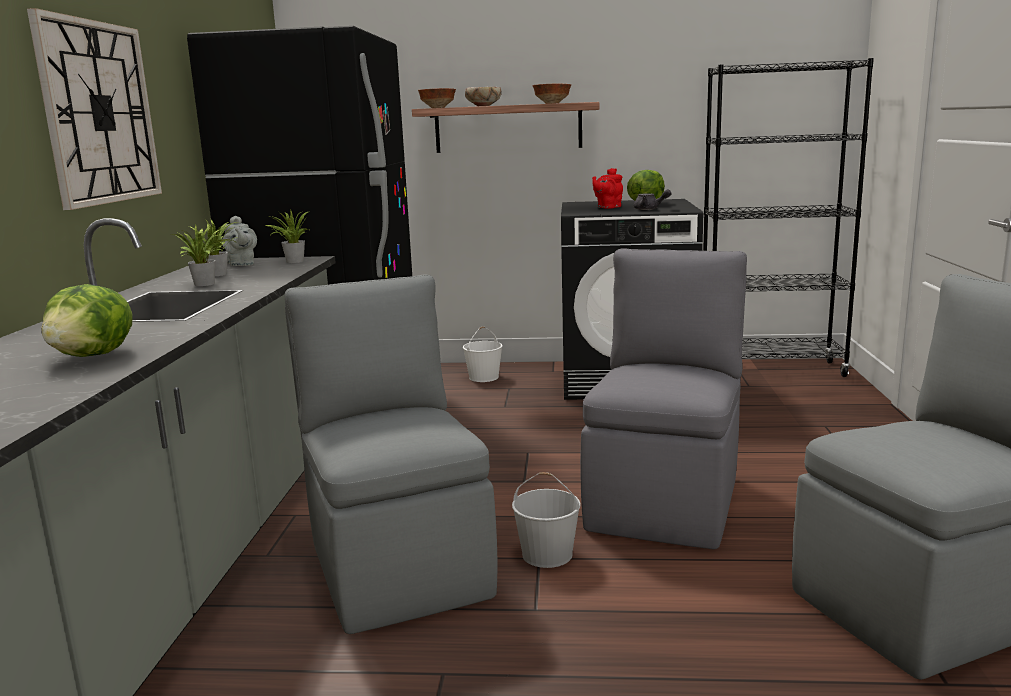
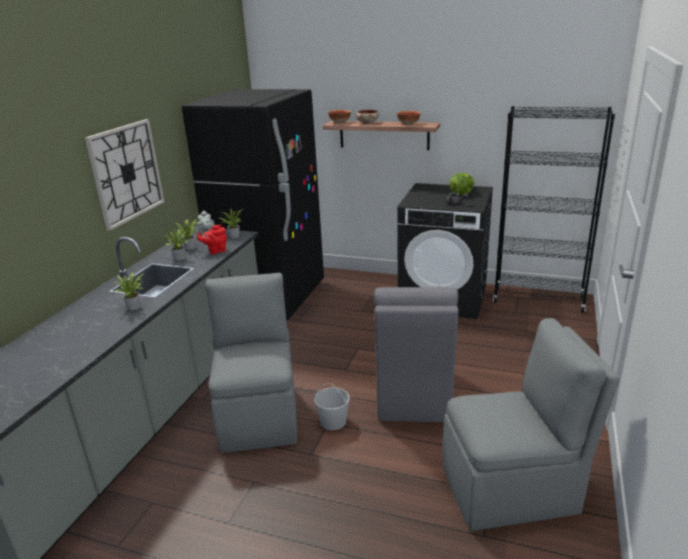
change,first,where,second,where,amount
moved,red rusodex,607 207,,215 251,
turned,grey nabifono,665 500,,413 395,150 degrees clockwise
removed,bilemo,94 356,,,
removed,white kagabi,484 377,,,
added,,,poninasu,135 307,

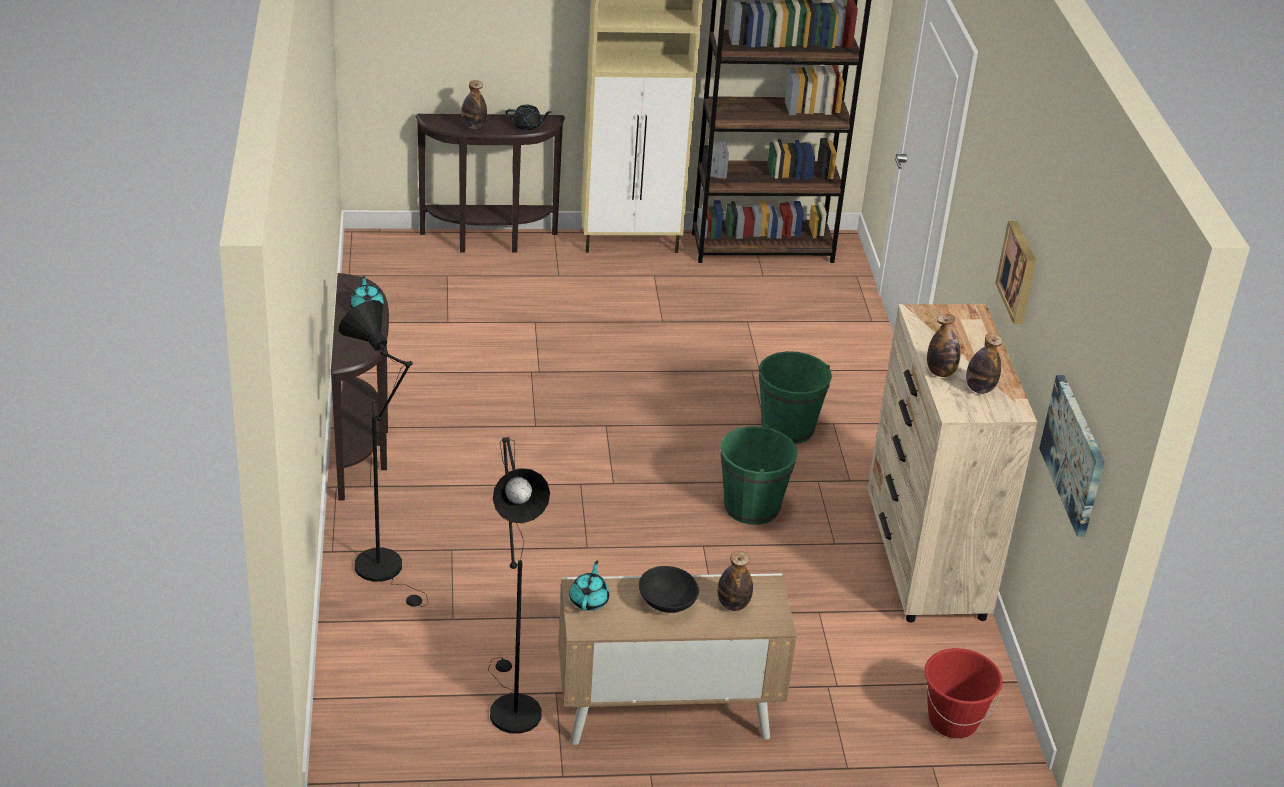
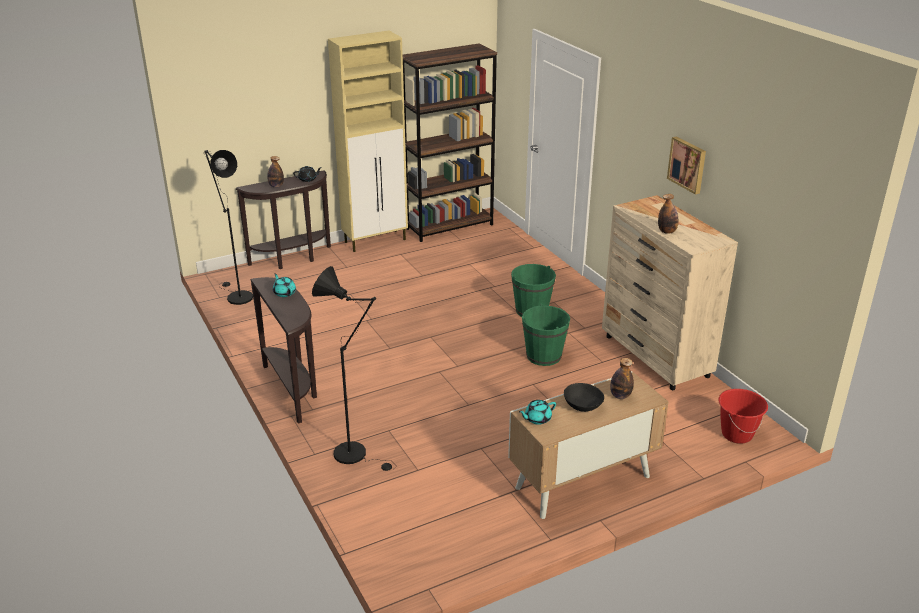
change,first,where,second,where,amount
removed,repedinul,979 389,,,
removed,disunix,1074 454,,,
moved,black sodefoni,511 707,,237 296,
turned,turquoise rusodex,589 600,,537 419,105 degrees counterclockwise

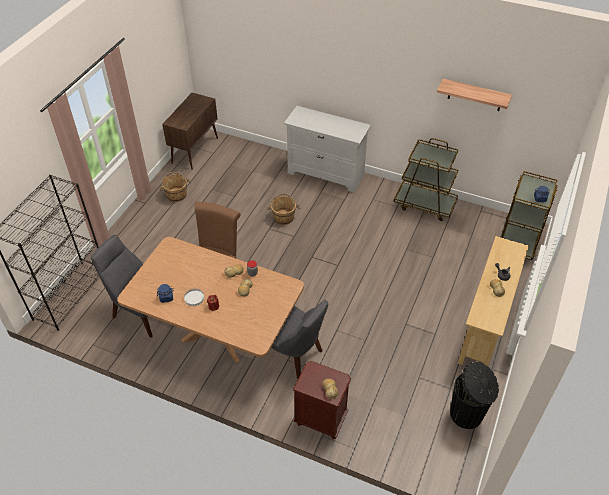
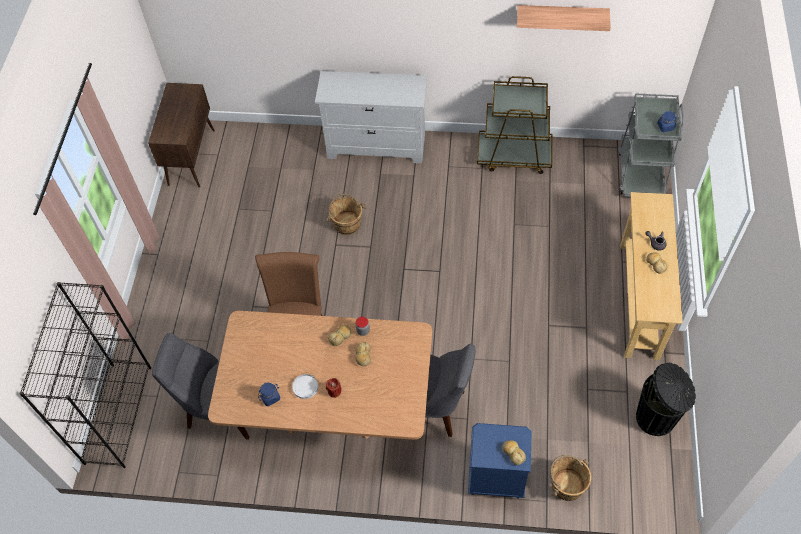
change,first,where,second,where,amount
recoloured,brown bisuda,519 239,grey bisuda,641 173,
moved,brown kagabi,176 194,,567 484,
recoloured,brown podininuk,321 419,blue podininuk,496 478,

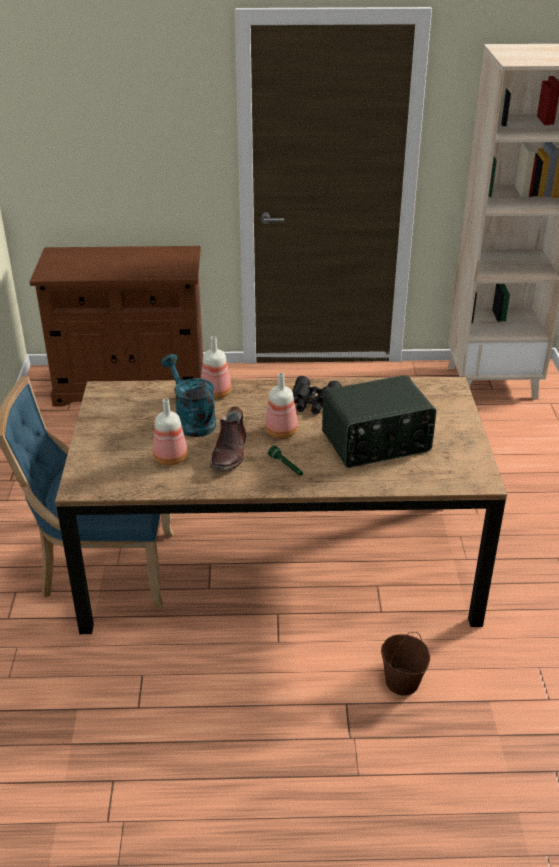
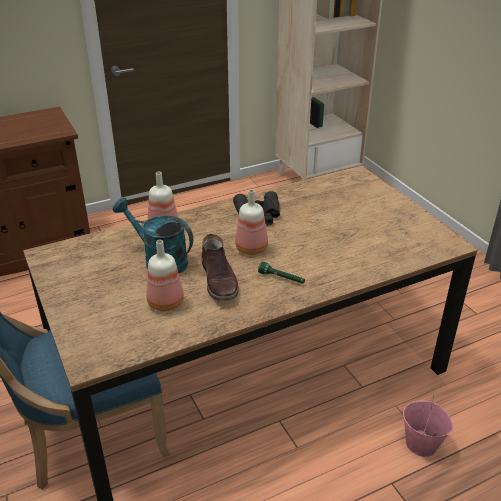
change,first,where,second,where,amount
removed,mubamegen,376 443,,,
recoloured,brown kagabi,402 682,pink kagabi,422 444,

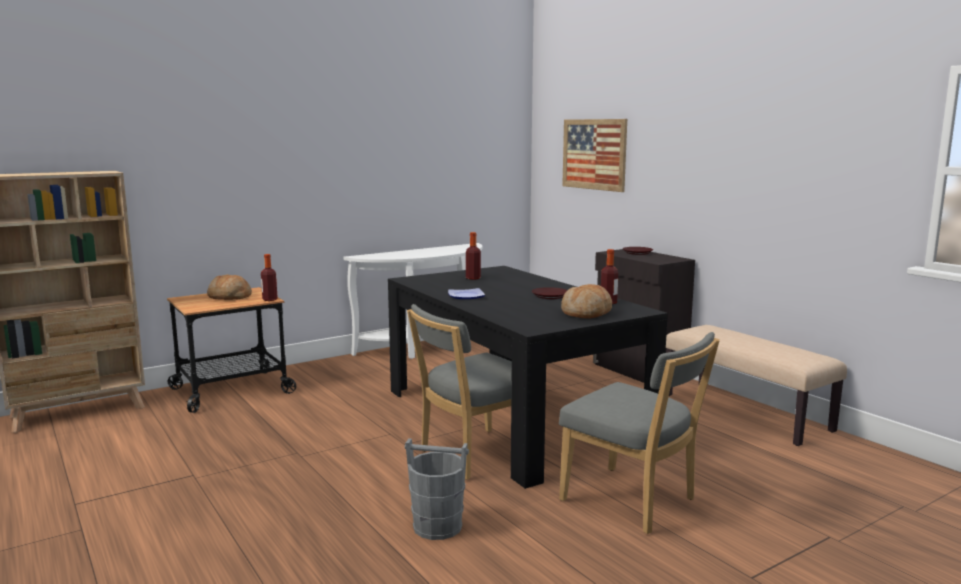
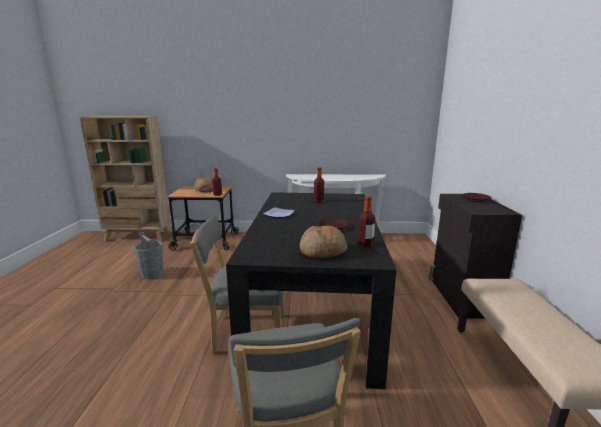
change,first,where,second,where,amount
removed,disunix,594 154,,,
moved,grey kagabi,437 526,,152 273,

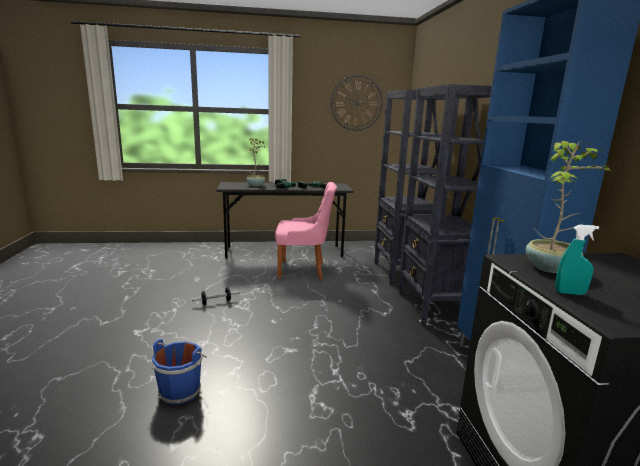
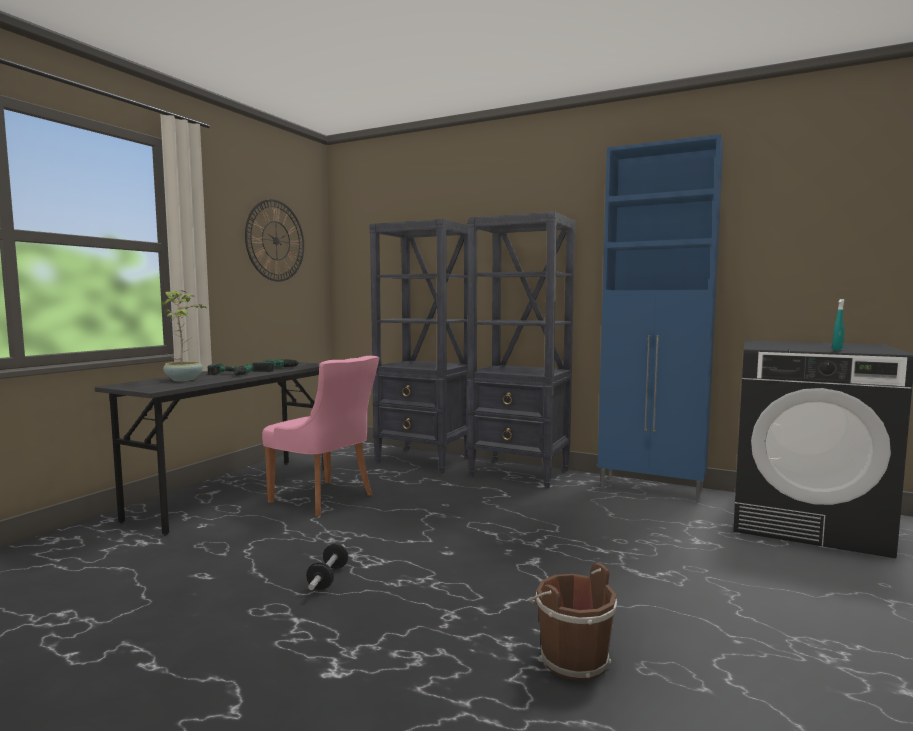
change,first,where,second,where,amount
removed,poninasu,551 268,,,
turned,pink nabifono,303 270,,325 499,90 degrees clockwise
recoloured,blue kagabi,181 390,brown kagabi,571 658,

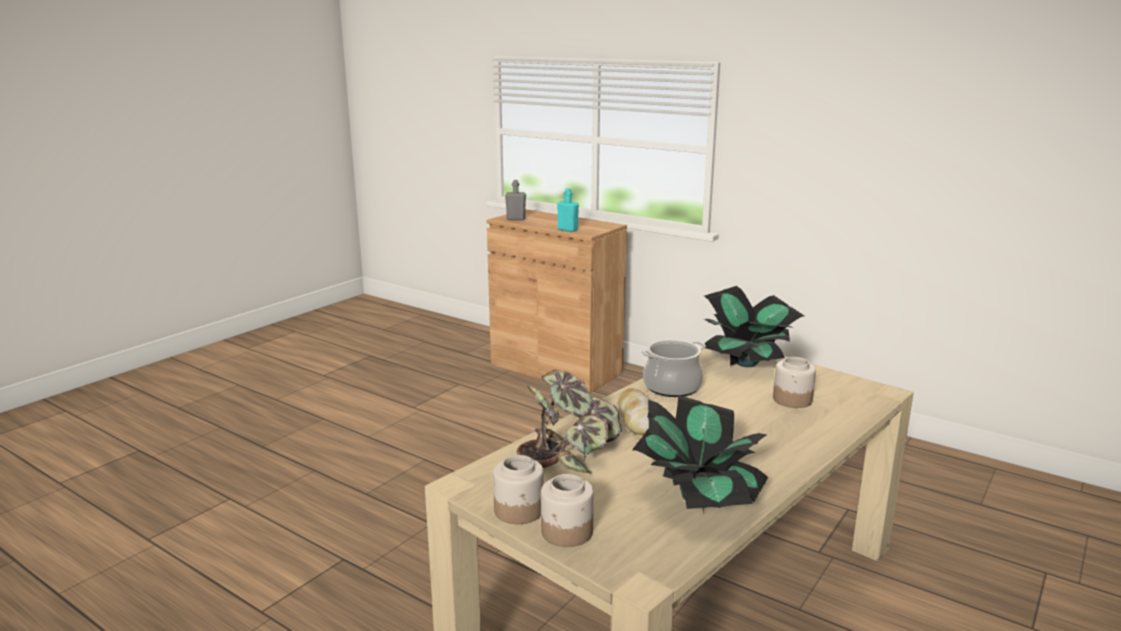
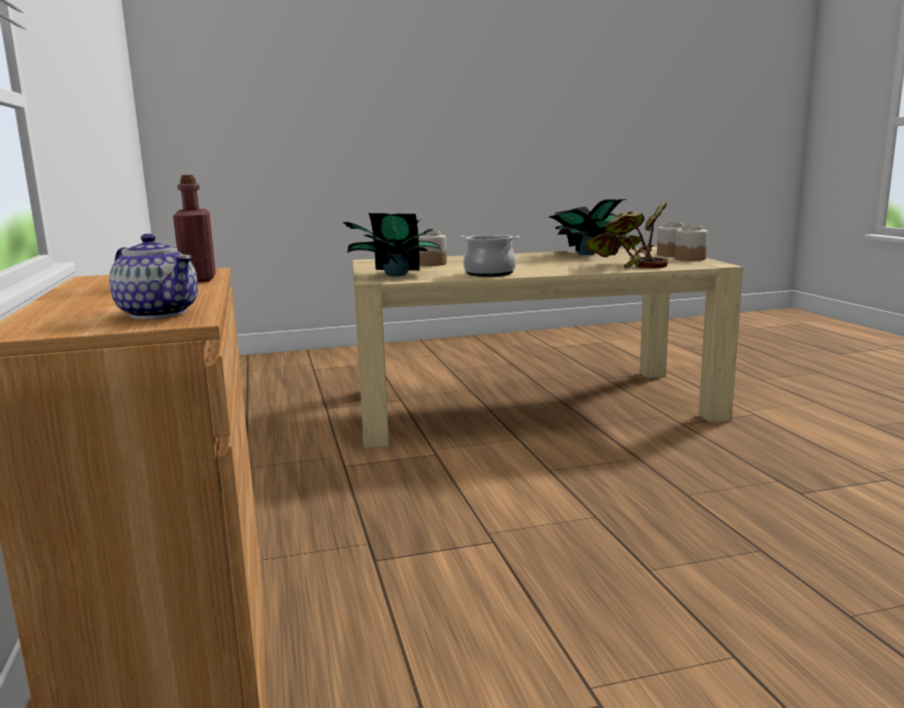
change,first,where,second,where,amount
replaced,grey repedinul,516 219,rusodex,158 313,
recoloured,turquoise repedinul,567 229,red repedinul,199 279,
removed,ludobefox,636 418,,,

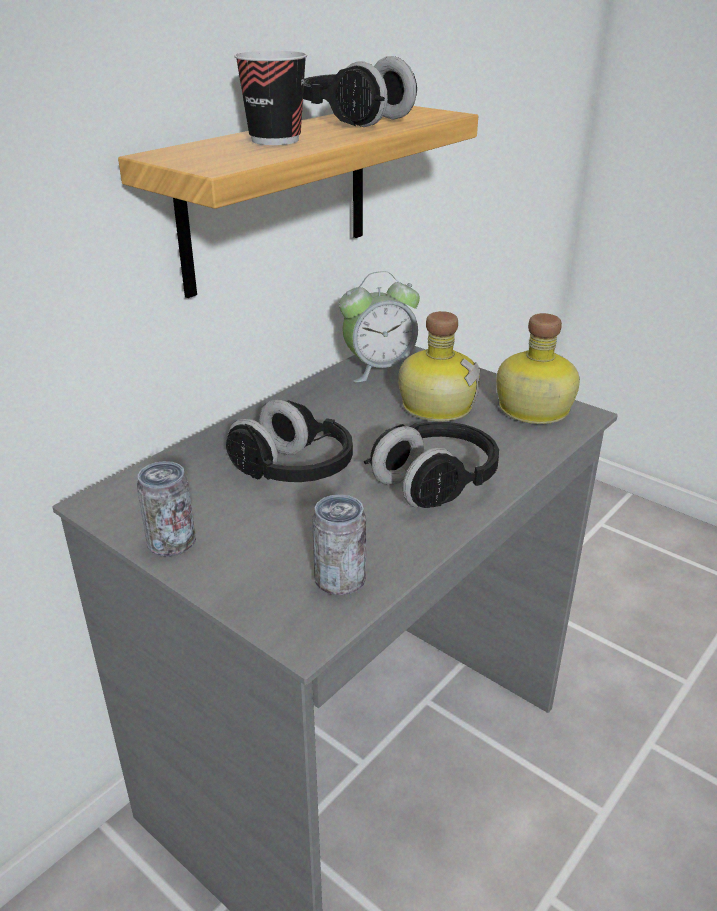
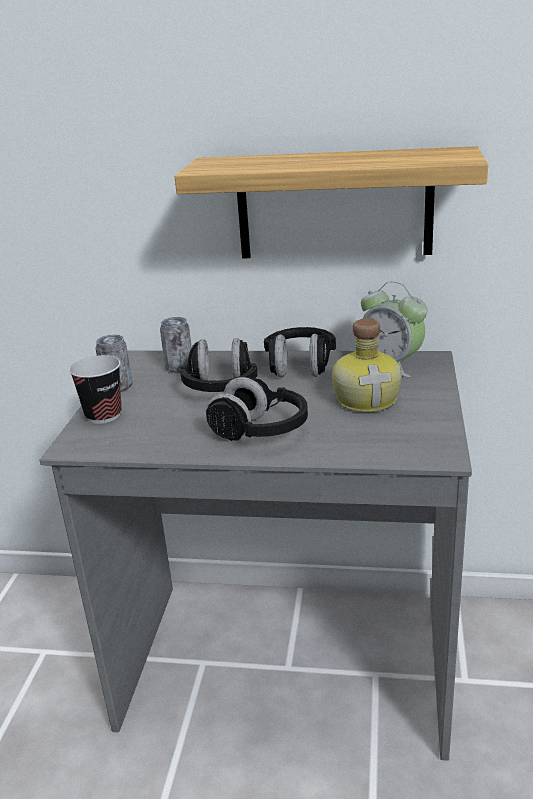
change,first,where,second,where,amount
moved,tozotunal,275 140,,103 415,
moved,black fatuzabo,355 120,,299 366,
removed,repedinul,531 409,,,
moved,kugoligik,340 580,,179 367,

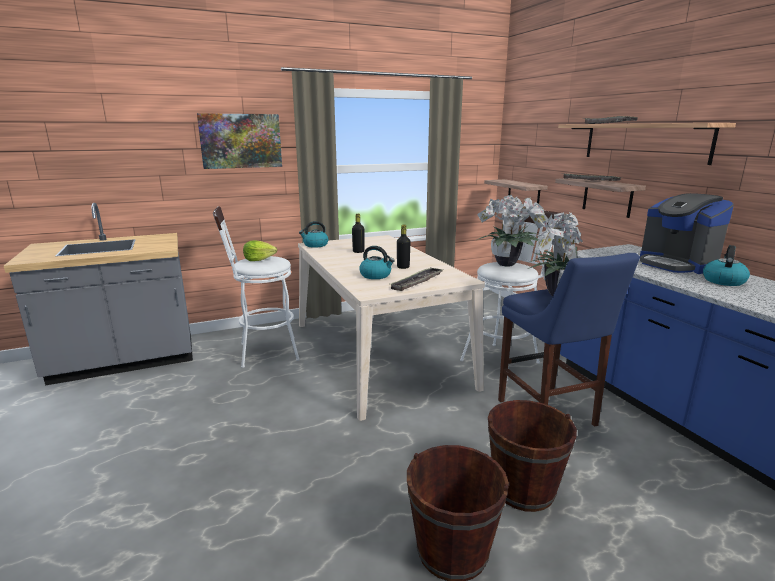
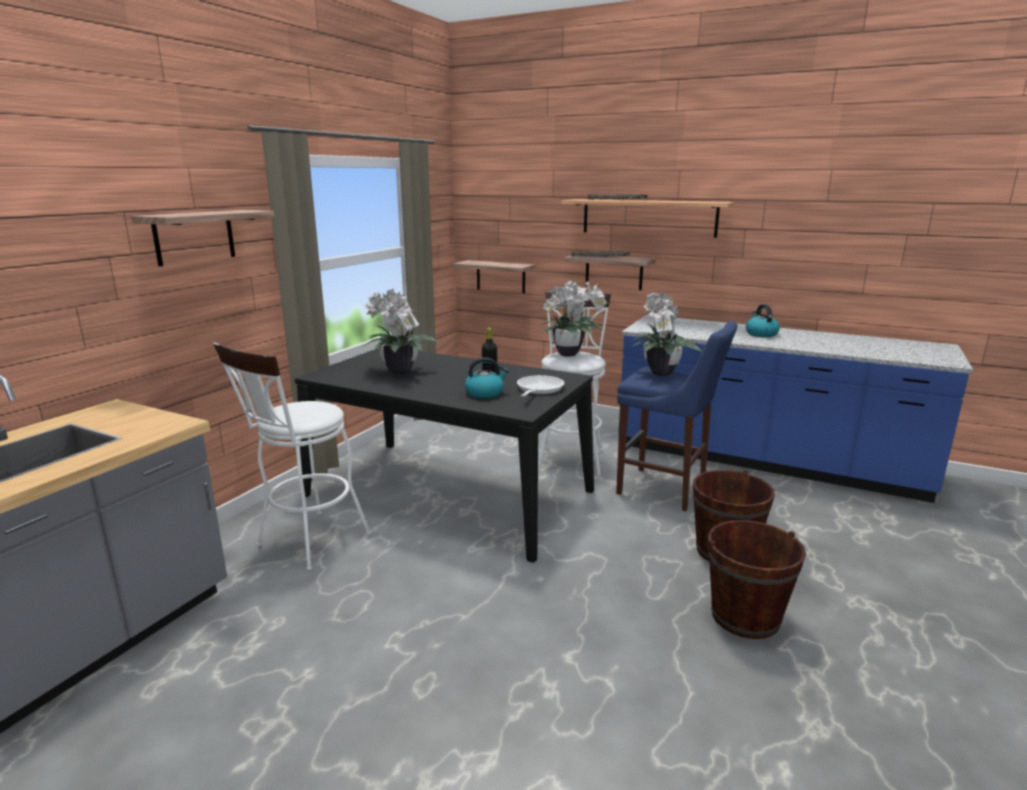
change,first,where,second,where,amount
replaced,disunix,241 141,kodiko,194 237,
removed,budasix,676 264,,,
replaced,black repedinul,358 251,poninasu,400 372,
removed,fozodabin,315 245,,,
recoloured,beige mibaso,378 353,black mibaso,448 493,
removed,bilemo,259 259,,,
replaced,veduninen,417 282,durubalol,538 389,

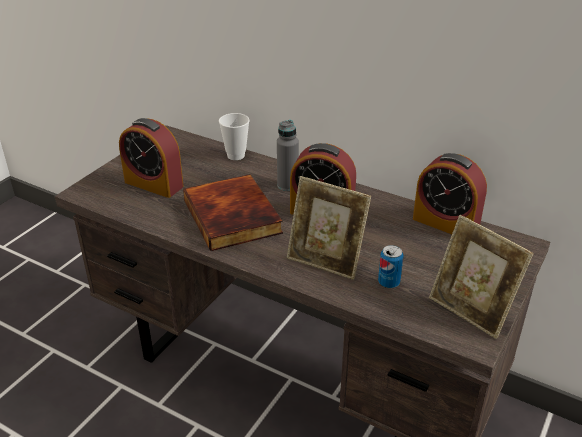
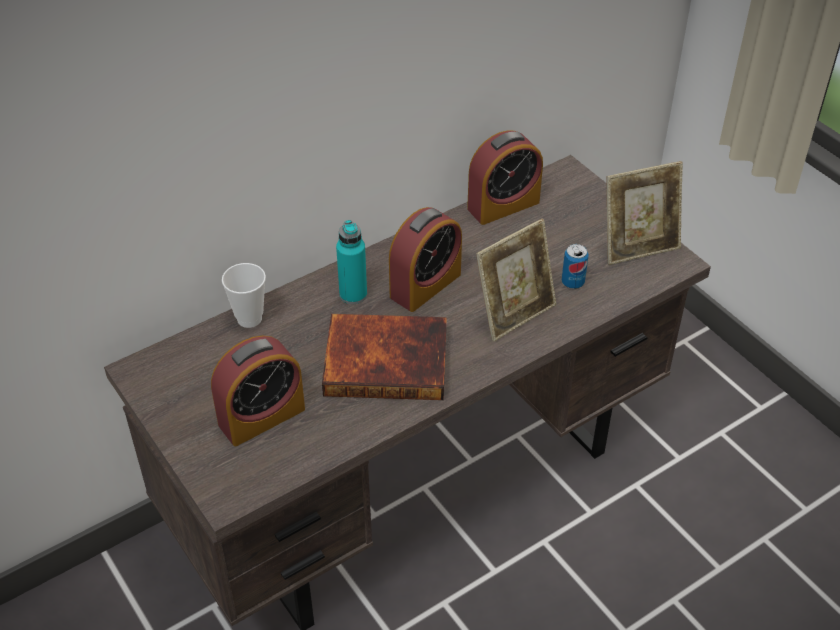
change,first,where,second,where,amount
recoloured,grey repedinul,287 185,turquoise repedinul,353 295,

